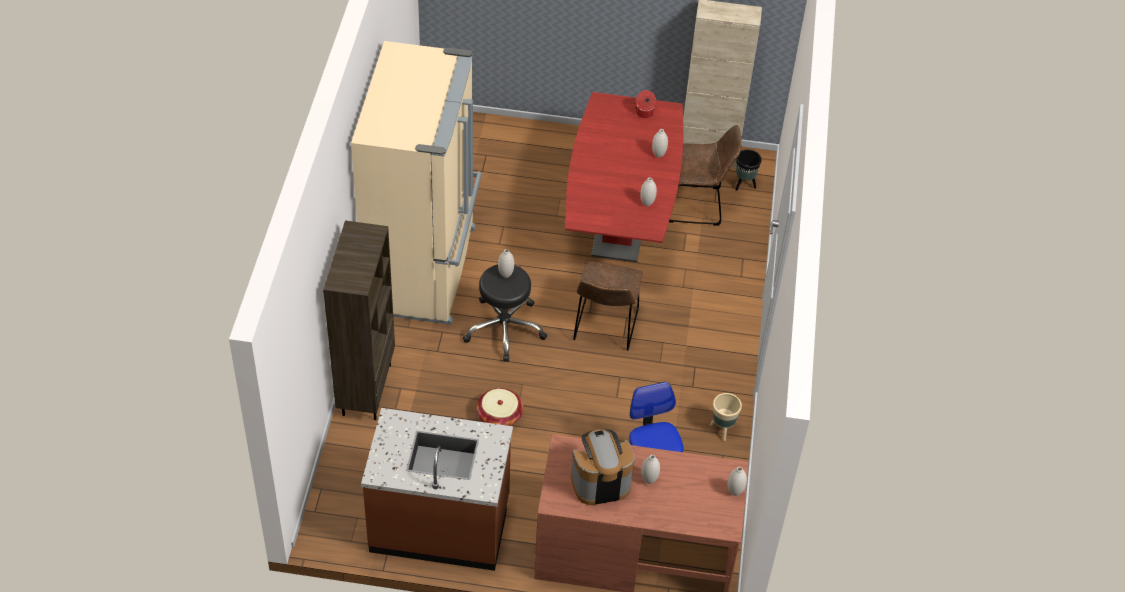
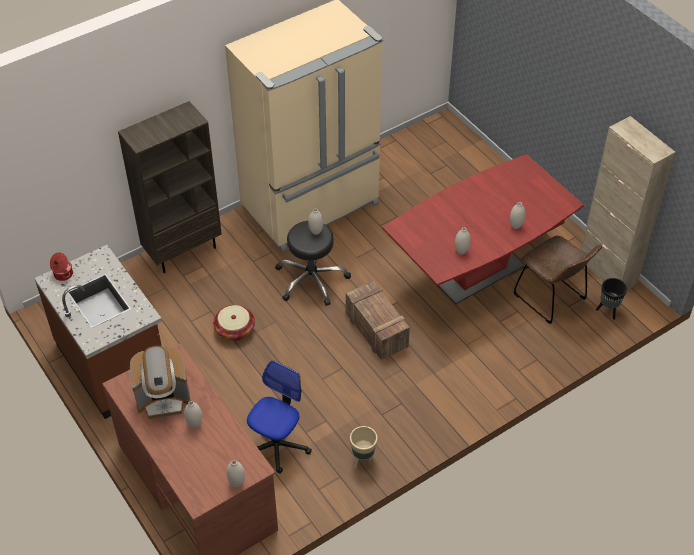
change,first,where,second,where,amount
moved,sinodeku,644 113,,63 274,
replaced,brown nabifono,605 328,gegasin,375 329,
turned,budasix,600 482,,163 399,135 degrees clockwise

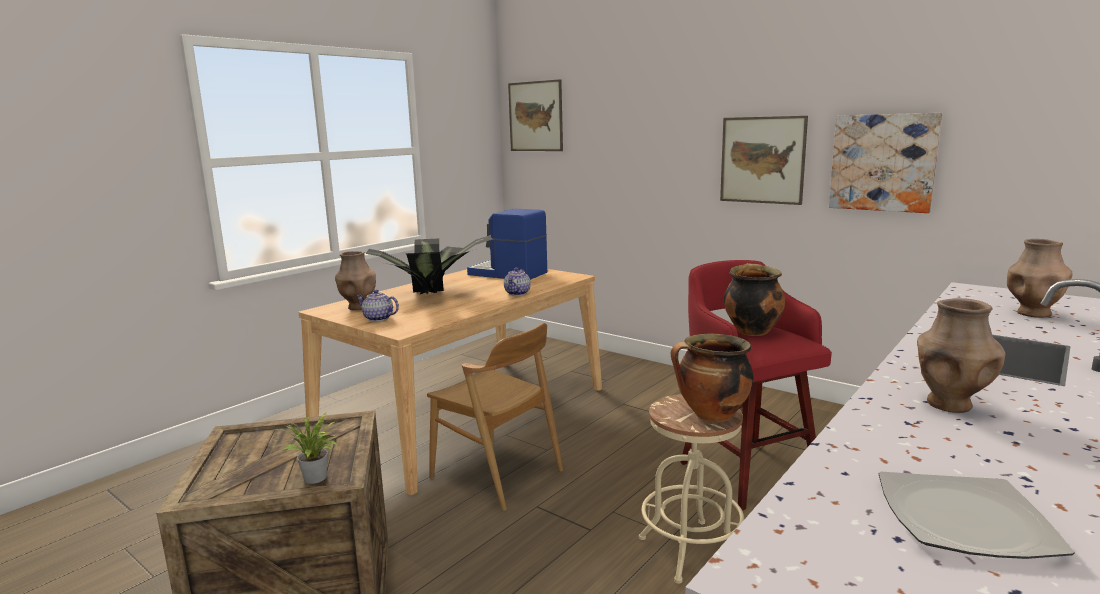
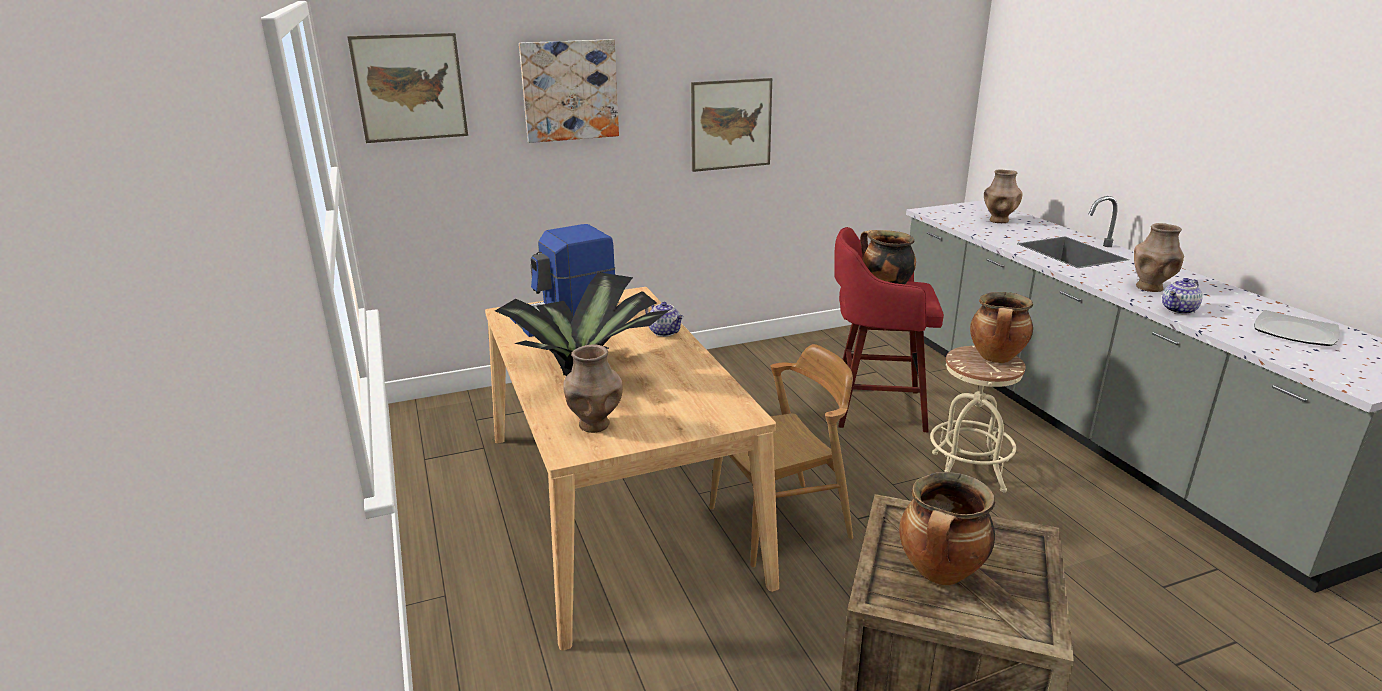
change,first,where,second,where,amount
moved,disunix,883 162,,569 90,
moved,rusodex,377 318,,1179 310,
removed,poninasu,316 479,,,
added,,,sinodeku,940 573,

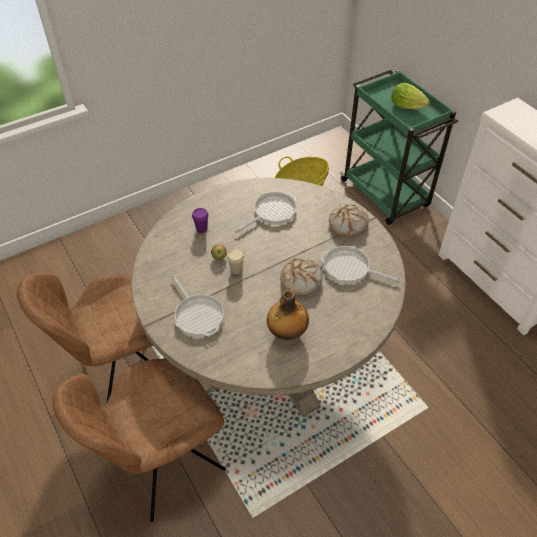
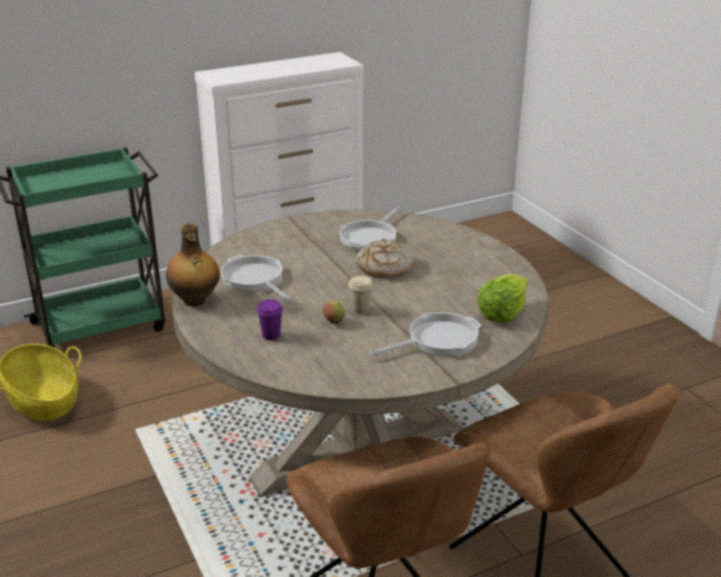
change,first,where,second,where,amount
moved,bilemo,406 106,,502 314,
removed,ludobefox,348 224,,,
moved,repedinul,286 333,,195 301,

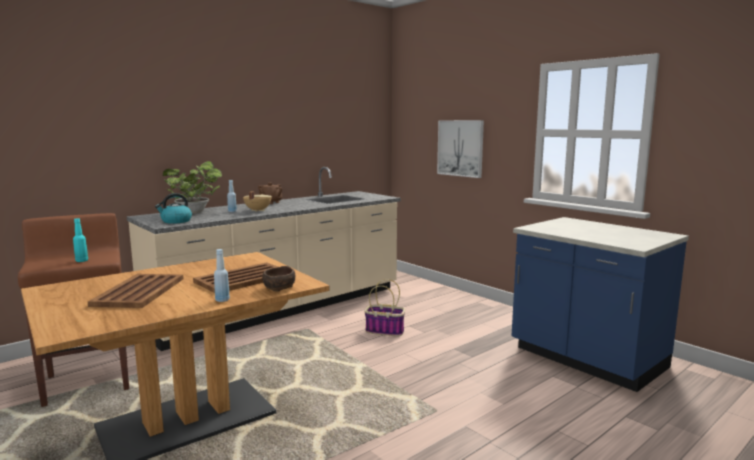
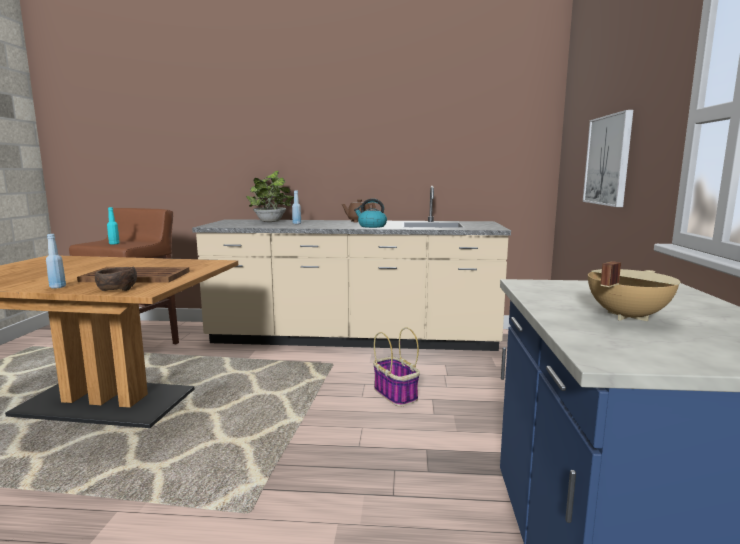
change,first,where,second,where,amount
moved,beige sinodeku,257 210,,625 316,
moved,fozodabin,176 221,,371 226,
removed,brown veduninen,140 291,,,

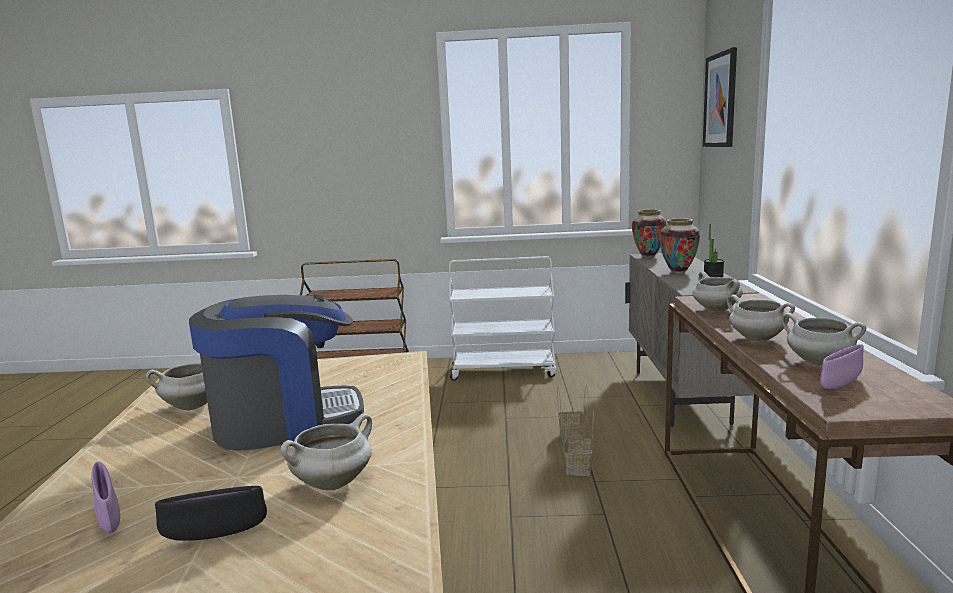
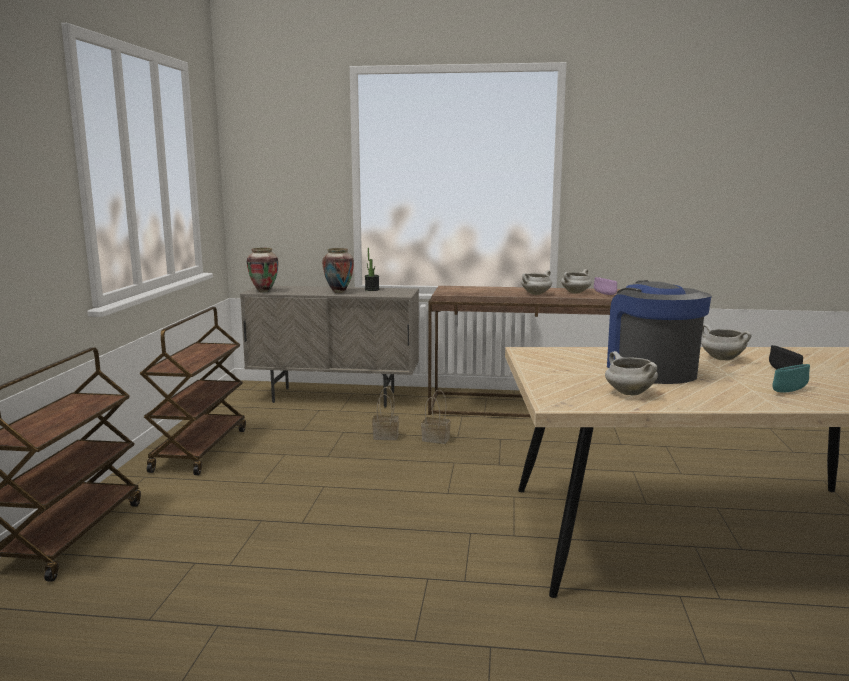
change,first,where,second,where,amount
removed,disunix,720 100,,,
recoloured,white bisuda,504 371,brown bisuda,200 449,
removed,white sinodeku,715 309,,,
recoloured,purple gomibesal,109 519,turquoise gomibesal,789 391,

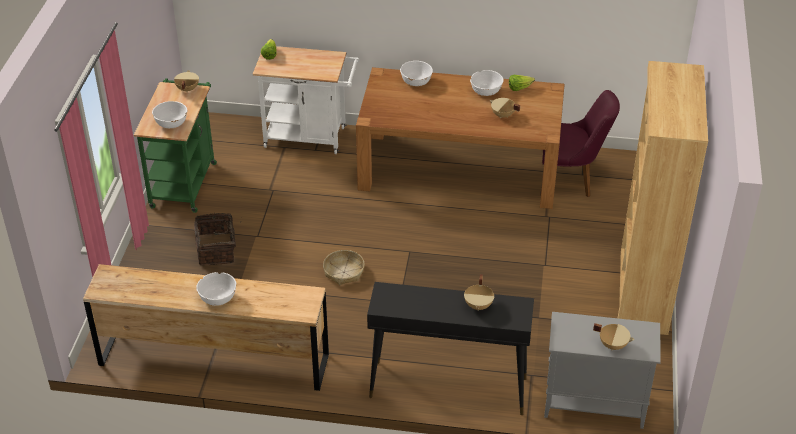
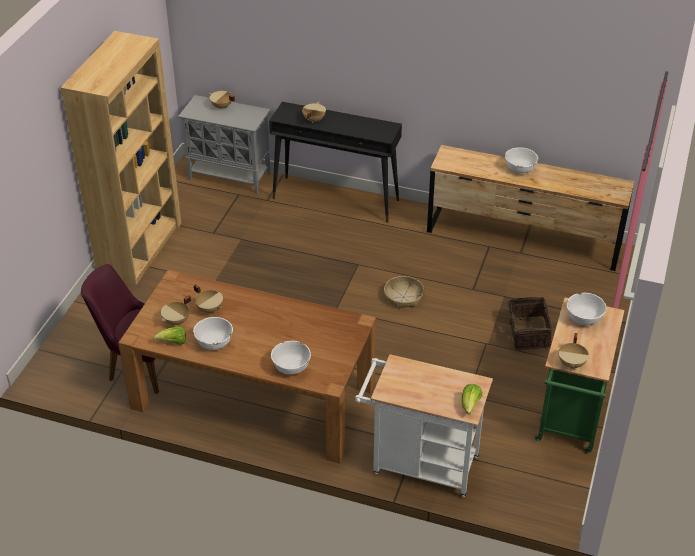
change,first,where,second,where,amount
added,,,beige sinodeku,177 321,

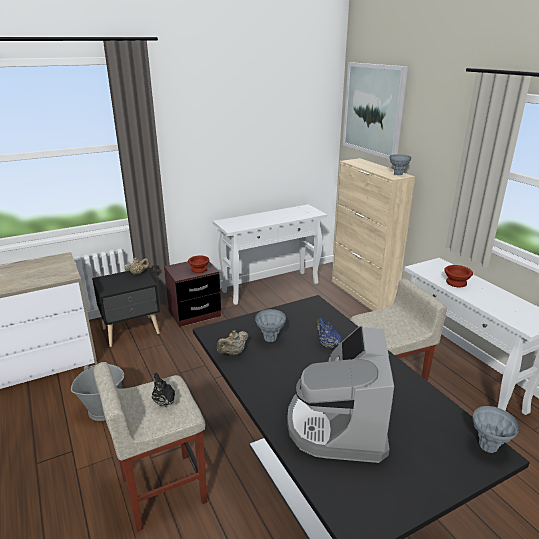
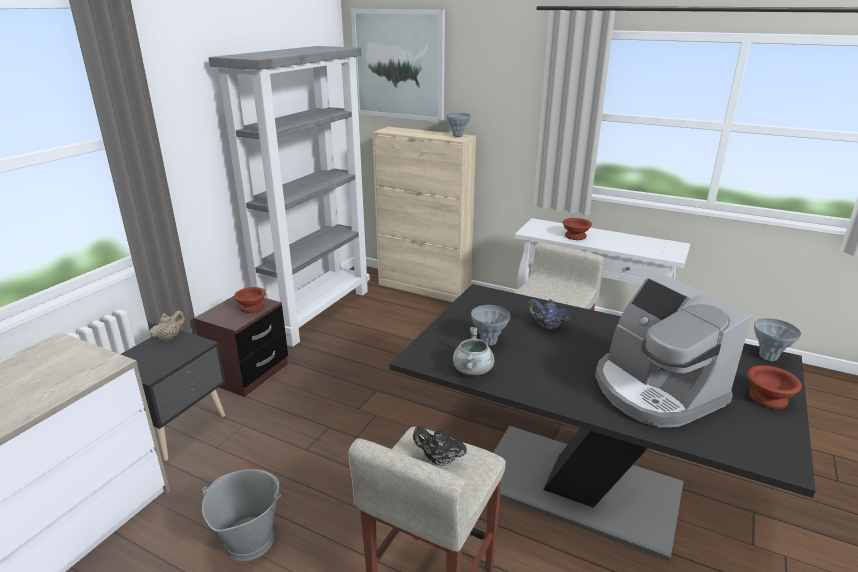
change,first,where,second,where,amount
replaced,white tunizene,271 287,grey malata,316 311,
replaced,beige rusodex,233 353,grey sinodeku,473 370,
added,,,brown gomibesal,769 399,

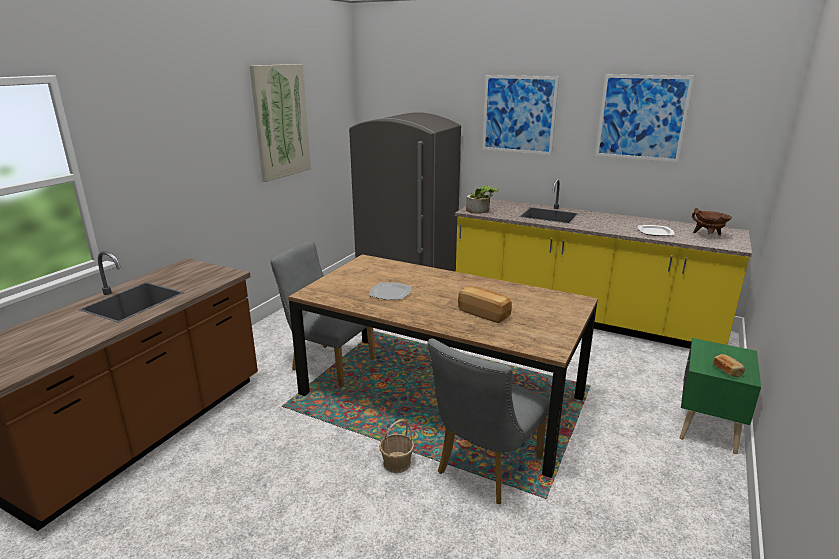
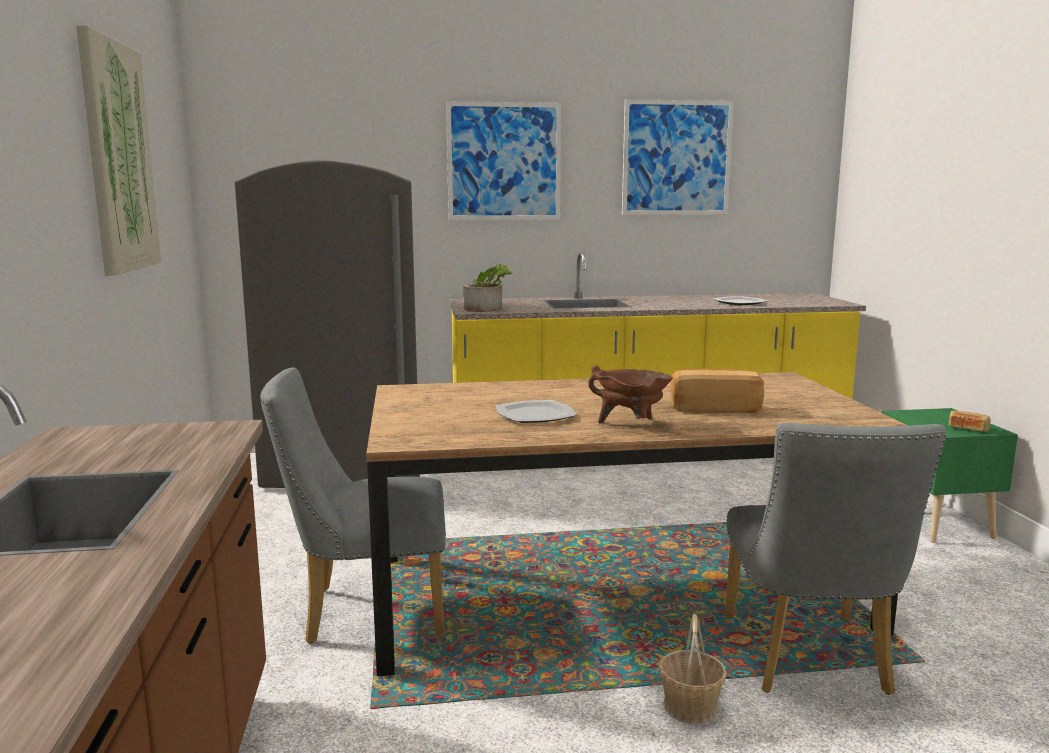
change,first,where,second,where,amount
moved,brown sinodeku,708 236,,631 424,

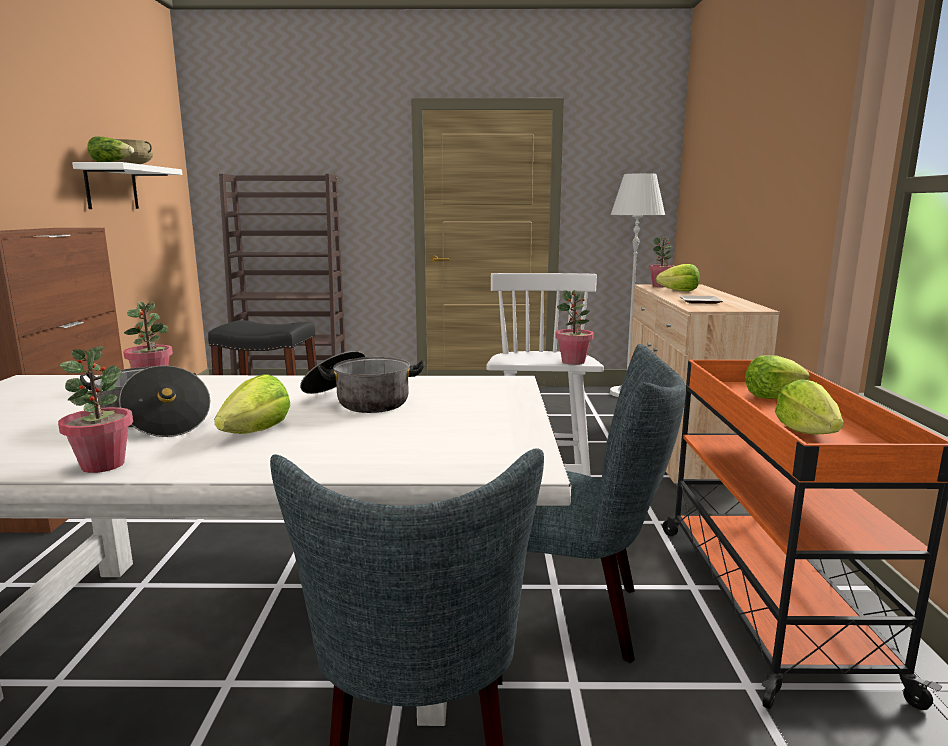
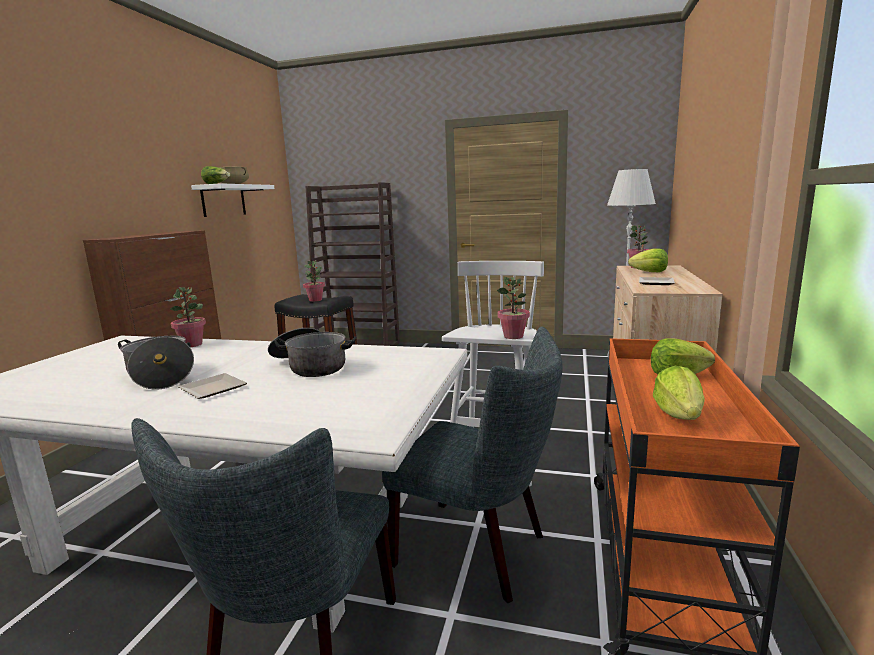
change,first,where,second,where,amount
moved,poninasu,103 465,,315 300,
replaced,bilemo,256 432,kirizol,215 389,

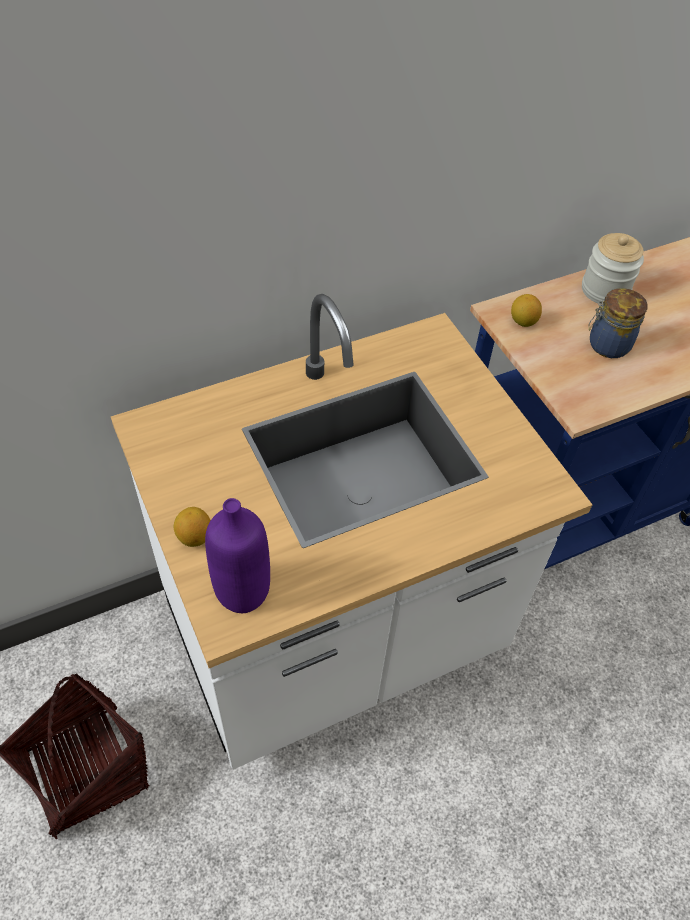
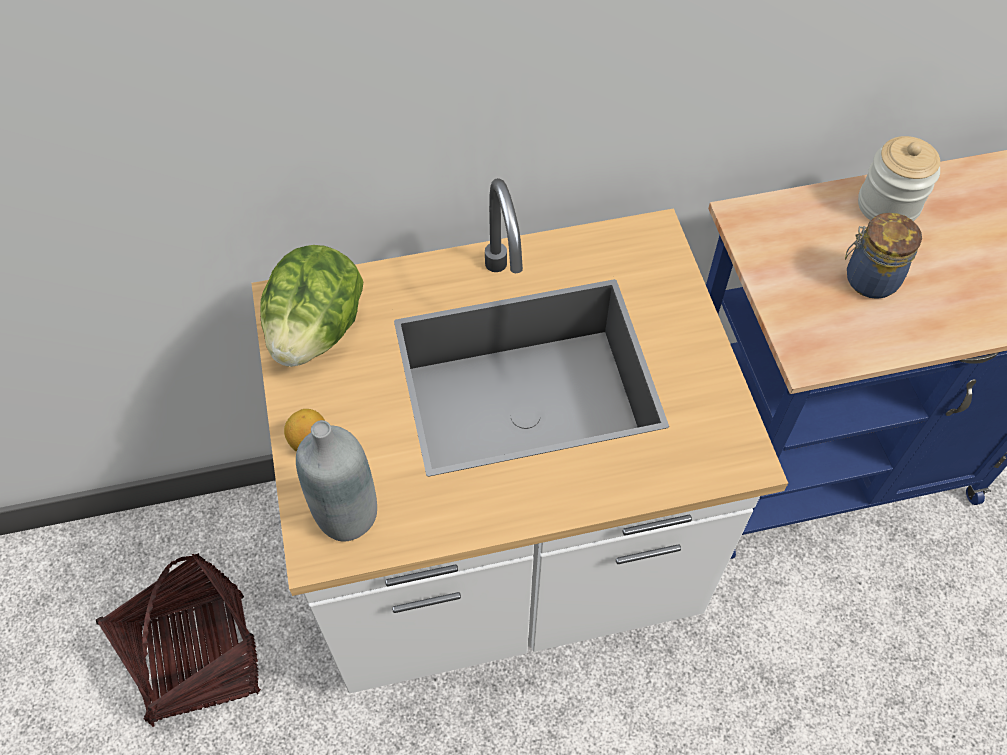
change,first,where,second,where,amount
removed,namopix,523 322,,,
recoloured,purple repedinul,242 591,grey repedinul,347 515,
added,,,bilemo,317 331,

